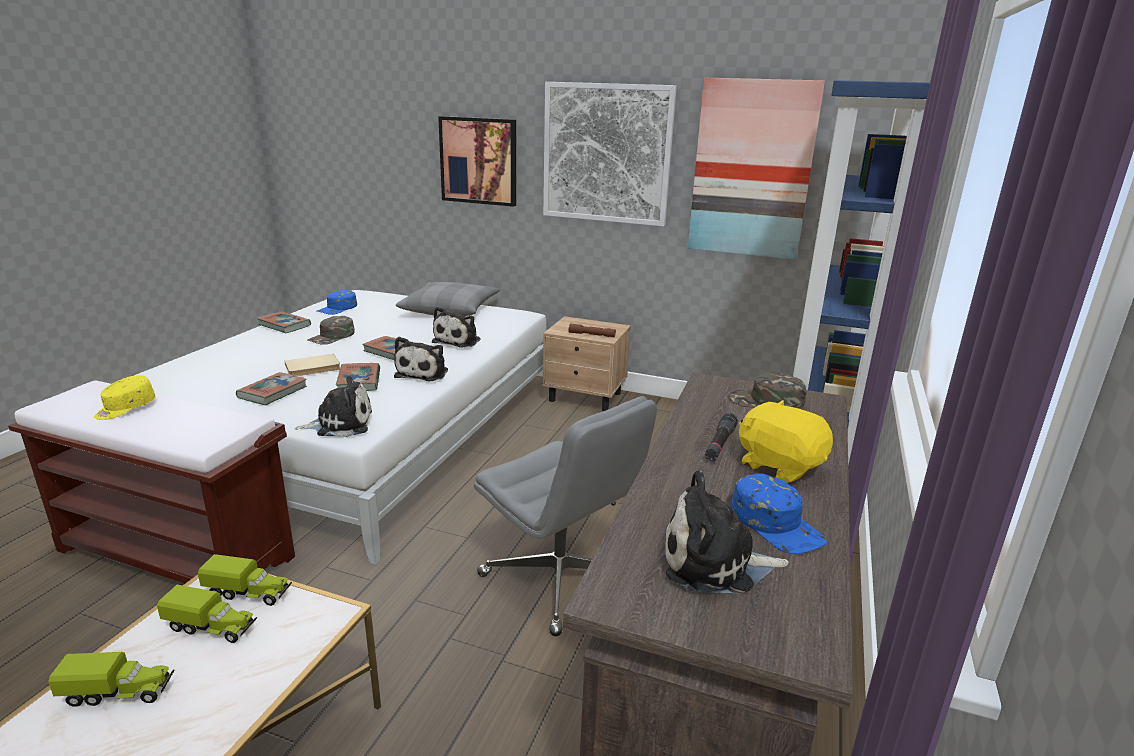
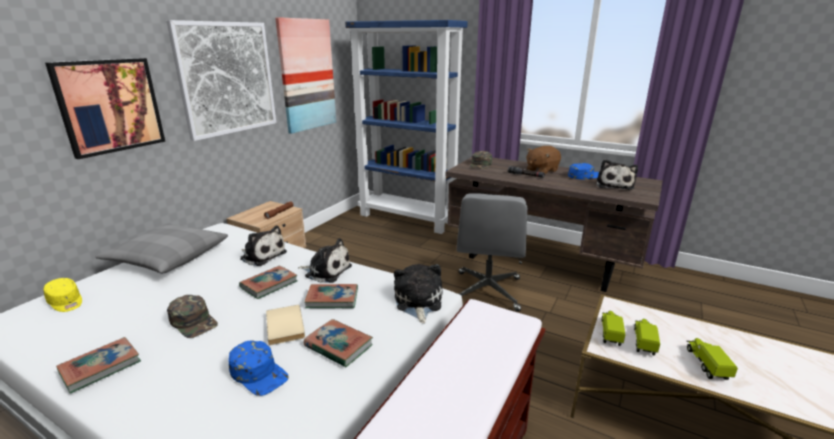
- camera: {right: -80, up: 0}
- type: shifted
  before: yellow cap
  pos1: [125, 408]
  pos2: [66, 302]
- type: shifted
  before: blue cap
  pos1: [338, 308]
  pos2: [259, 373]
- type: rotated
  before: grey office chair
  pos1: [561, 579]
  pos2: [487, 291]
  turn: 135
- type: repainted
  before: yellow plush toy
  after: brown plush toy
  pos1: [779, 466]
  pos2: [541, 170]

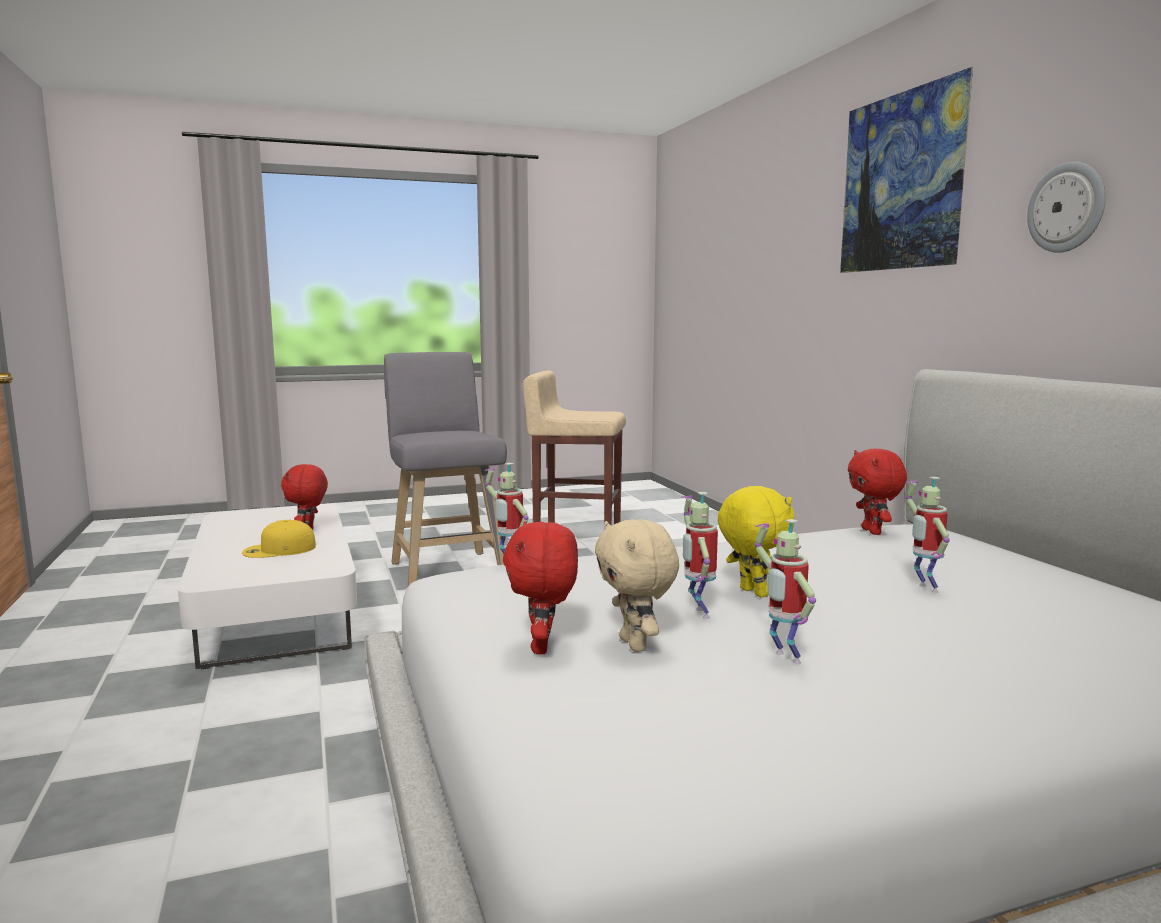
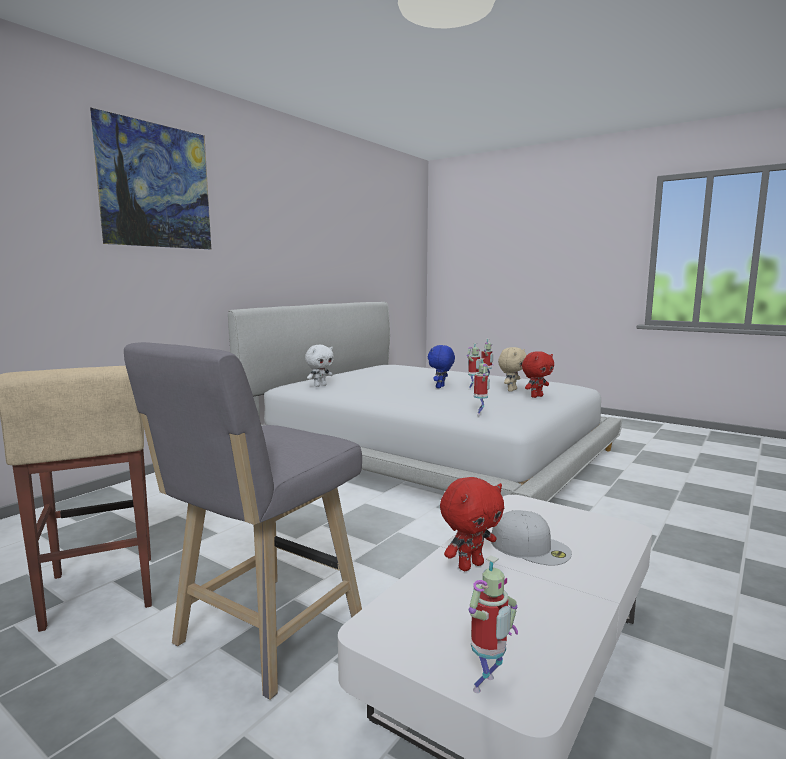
- camera: {right: -125, up: 0}
- type: repainted
  before: red plush toy
  after: white plush toy
  pos1: [873, 531]
  pos2: [320, 385]
- type: repainted
  before: yellow plush toy
  after: blue plush toy
  pos1: [751, 593]
  pos2: [441, 387]
- type: shifted
  before: toy robot
  pos1: [924, 588]
  pos2: [487, 686]
- type: repainted
  before: yellow cap
  after: white cap
  pos1: [278, 549]
  pos2: [531, 547]
- type: gone
  before: wall clock
  pos1: [1067, 207]

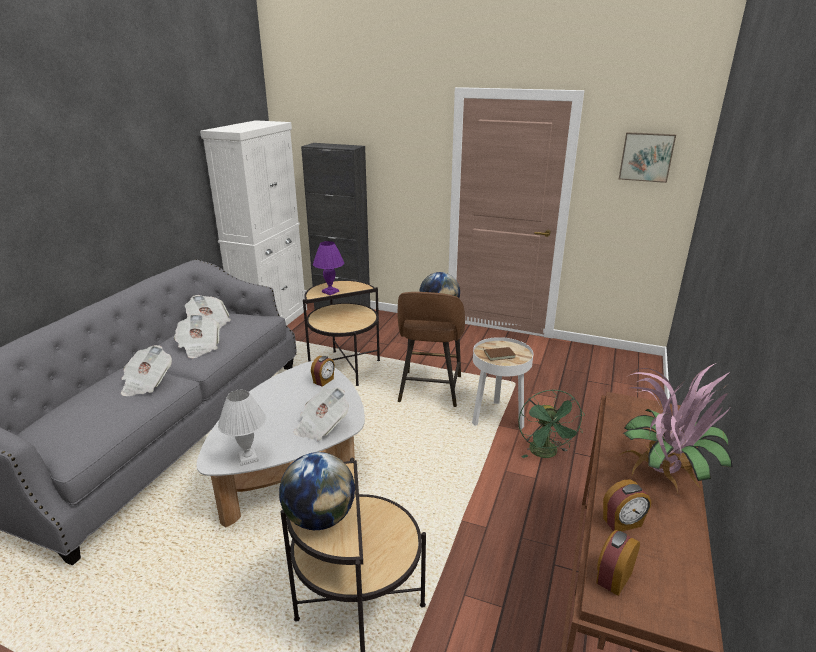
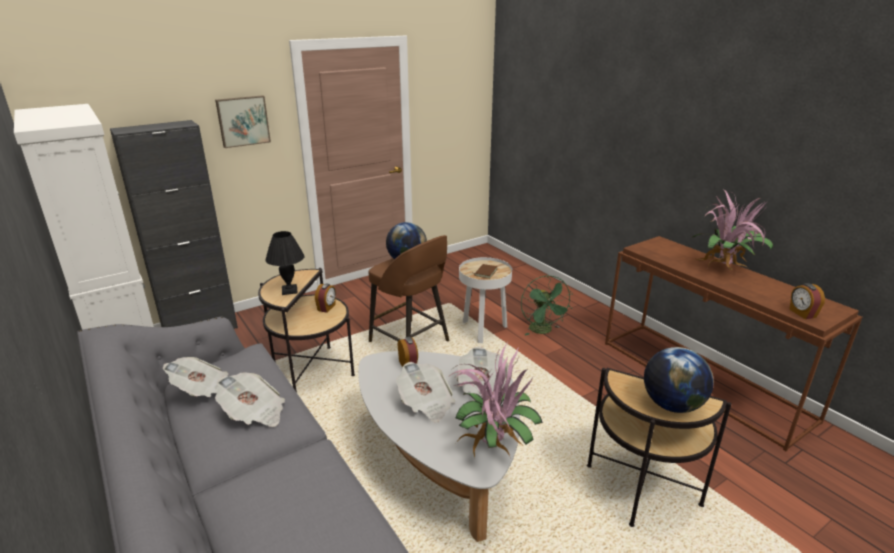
- camera: {right: -55, up: 0}
- type: shifted
  before: picture
  pos1: [646, 157]
  pos2: [243, 121]
- type: repainted
  before: purple table lamp
  after: black table lamp
  pos1: [330, 291]
  pos2: [289, 291]
- type: shifted
  before: alarm clock
  pos1: [622, 523]
  pos2: [327, 308]
- type: shifted
  before: newspaper
  pos1: [146, 383]
  pos2: [426, 404]
- type: swapped
  before: white table lamp
  after: potted plant
  pos1: [247, 457]
  pos2: [493, 447]
- type: rotated
  before: green fan
  pos1: [546, 454]
  pos2: [543, 331]
  turn: 45

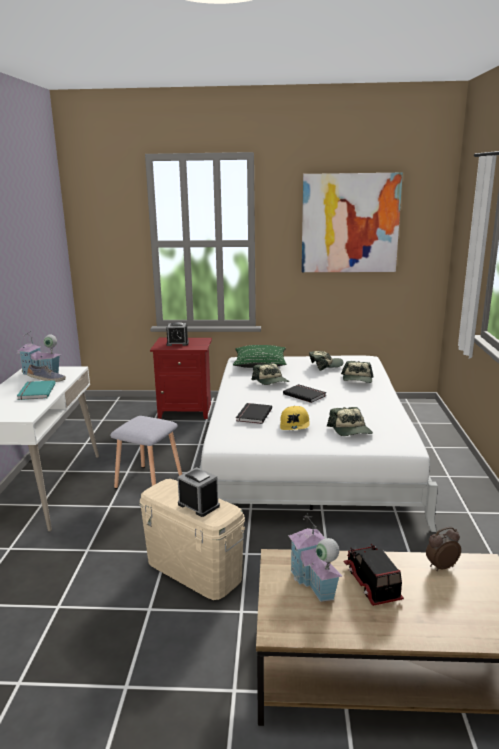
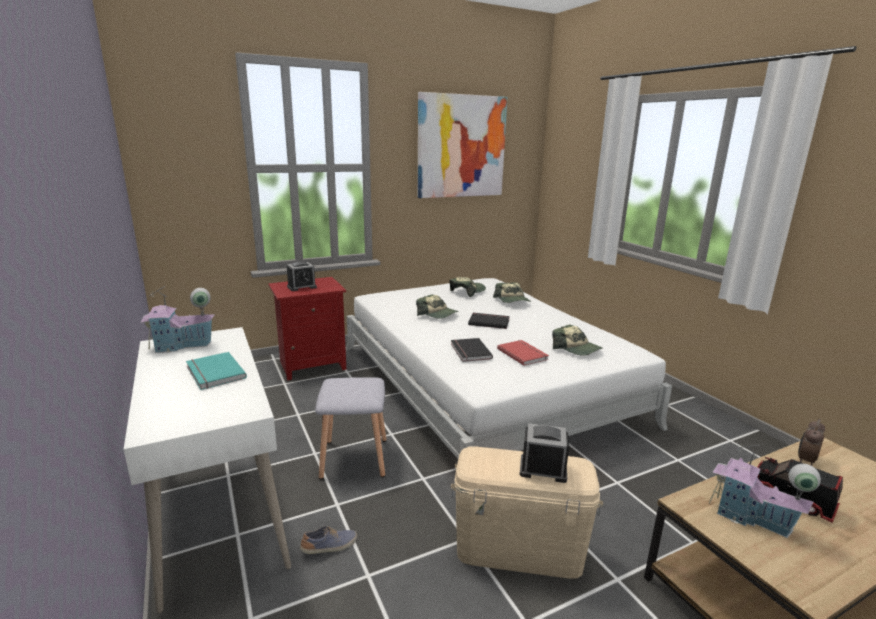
- camera: {right: -30, up: 0}
- type: shifted
  before: shoe
  pos1: [46, 380]
  pos2: [330, 547]
- type: swapped
  before: yellow cap
  after: red book
  pos1: [295, 425]
  pos2: [523, 354]
- type: gone
  before: green pillow
  pos1: [260, 363]

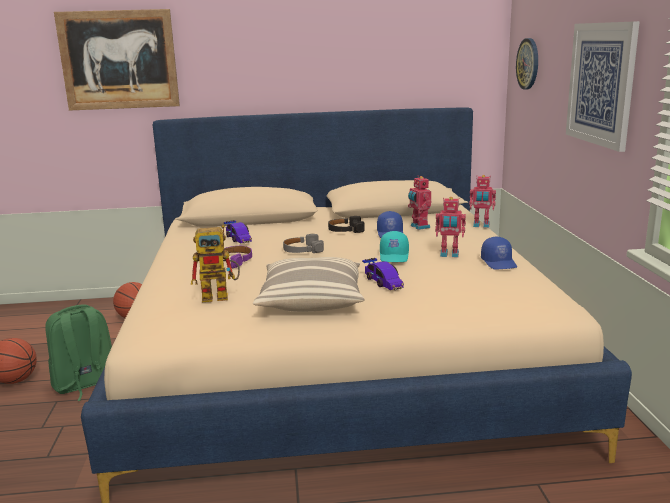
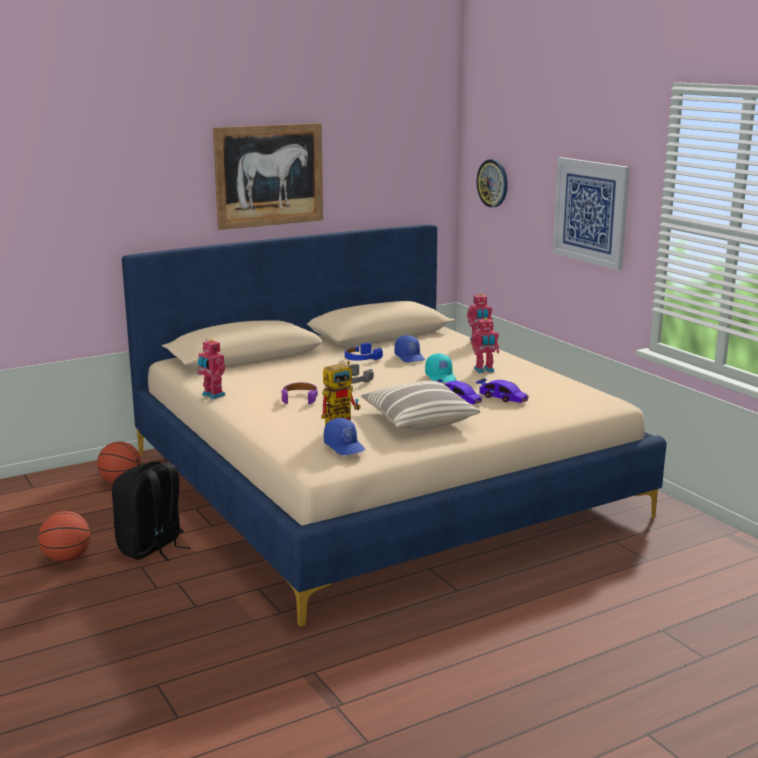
- camera: {right: -25, up: 0}
- type: repainted
  before: green backpack
  after: black backpack
  pos1: [85, 384]
  pos2: [152, 548]
- type: shifted
  before: toy robot
  pos1: [419, 227]
  pos2: [212, 395]
- type: shifted
  before: picture
  pos1: [119, 60]
  pos2: [269, 175]
- type: shifted
  before: blue cap
  pos1: [499, 263]
  pos2: [345, 446]
- type: repainted
  before: black headphones
  after: blue headphones
  pos1: [345, 230]
  pos2: [361, 358]
- type: shifted
  before: toy car
  pos1: [238, 238]
  pos2: [502, 398]

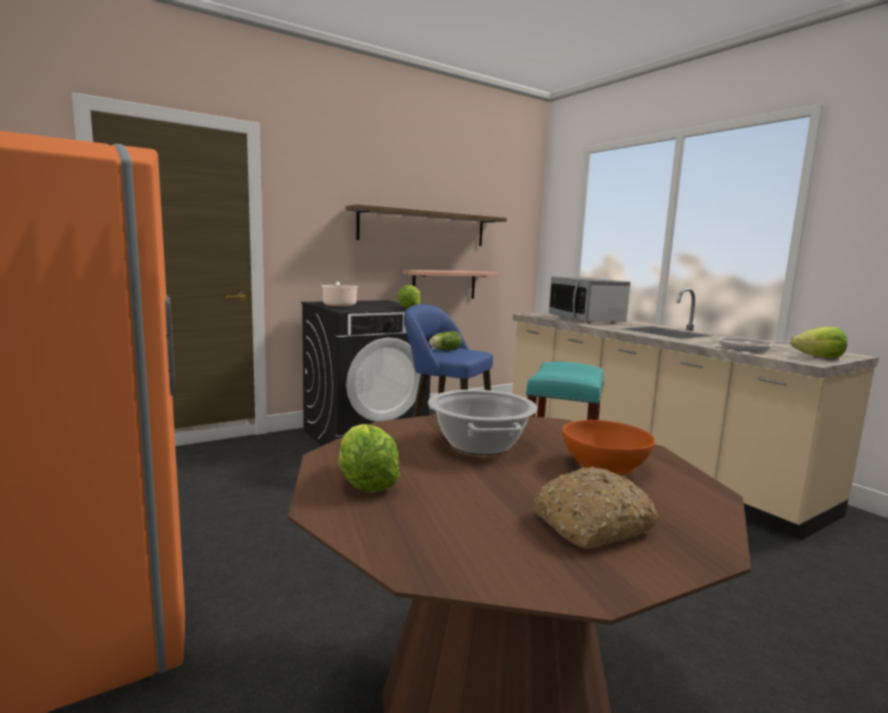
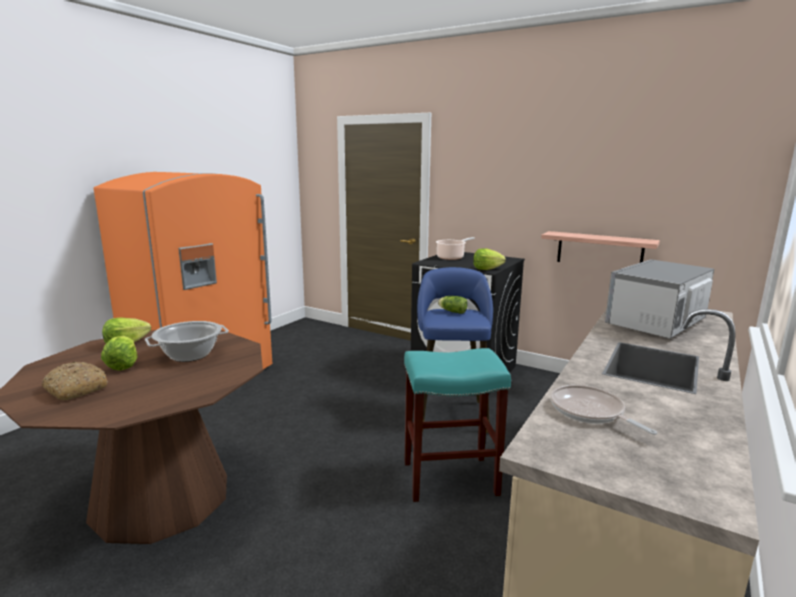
- camera: {right: 65, up: 5}
- type: shifted
  before: lettuce
  pos1: [819, 357]
  pos2: [123, 365]
- type: gone
  before: shelf
  pos1: [423, 228]
- type: gone
  before: orange bowl
  pos1: [604, 466]

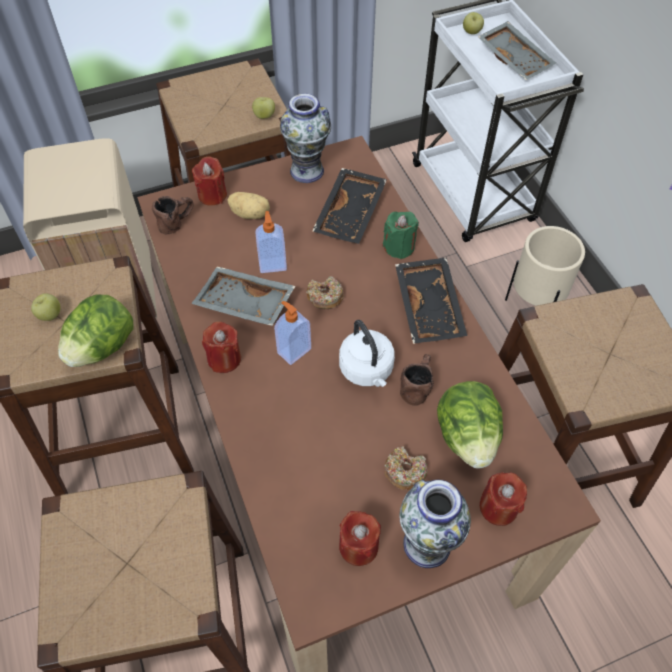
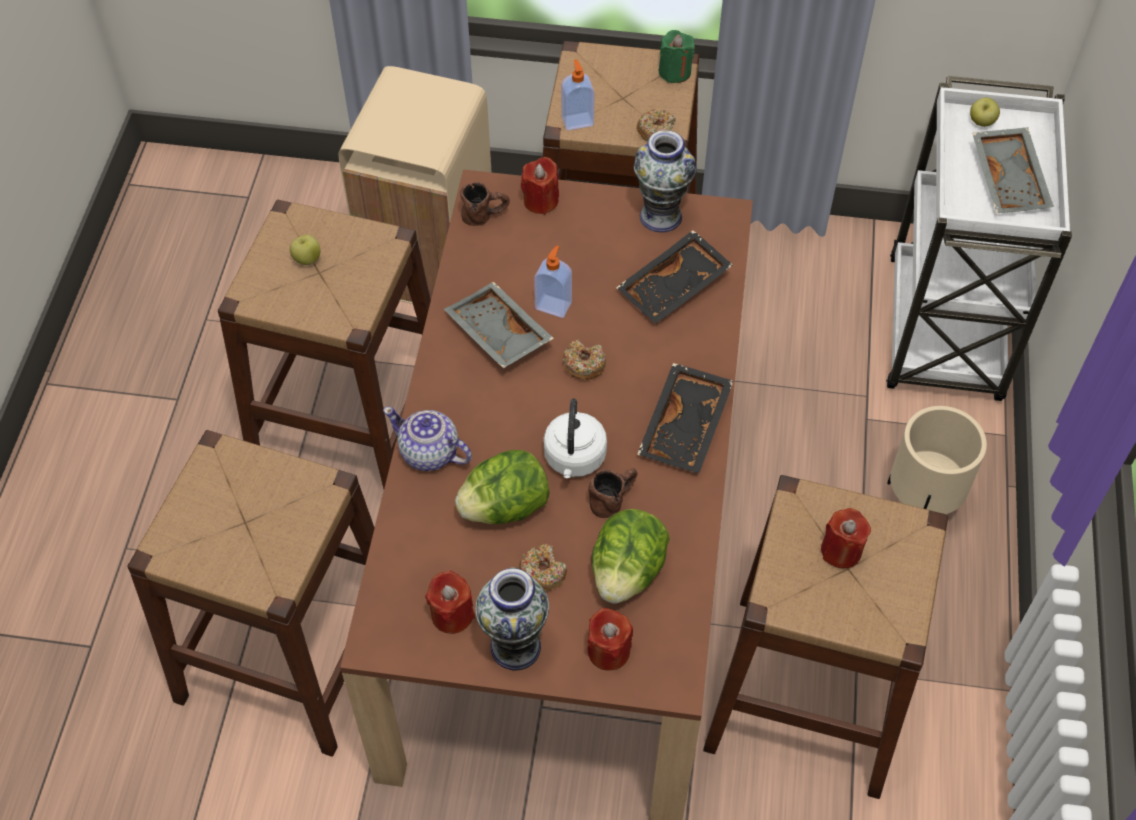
- camera: {right: 30, up: 0}
- type: new
  after: teapot
  pos2: [429, 453]
- type: shifted
  before: lettuce
  pos1: [102, 347]
  pos2: [505, 507]
- type: shifted
  before: soap dispenser
  pos1: [293, 350]
  pos2: [577, 120]
- type: swapped
  before: apple
  after: donut
  pos1: [264, 116]
  pos2: [656, 131]
- type: shifted
  before: green candle
  pos1: [399, 247]
  pos2: [674, 72]
- type: shifted
  before: red candle
  pos1: [224, 359]
  pos2: [841, 550]
- type: gone
  before: potato
  pos1: [250, 214]

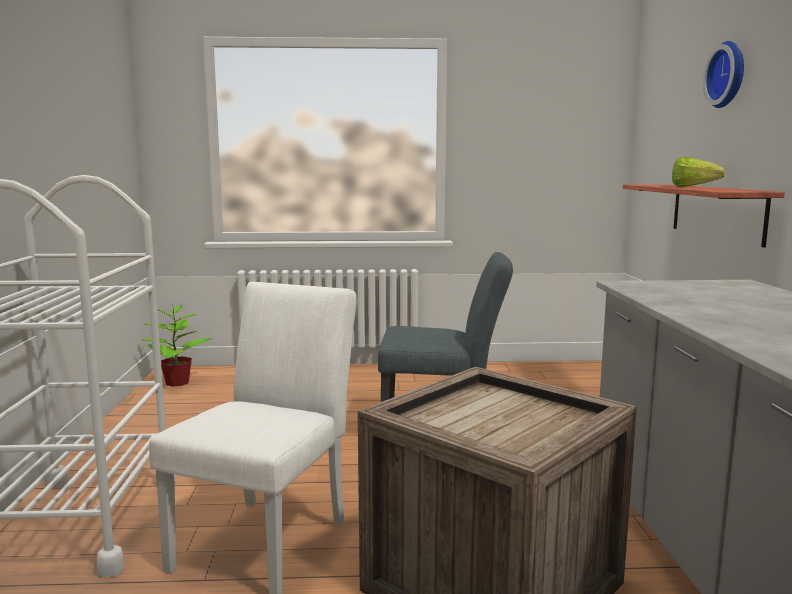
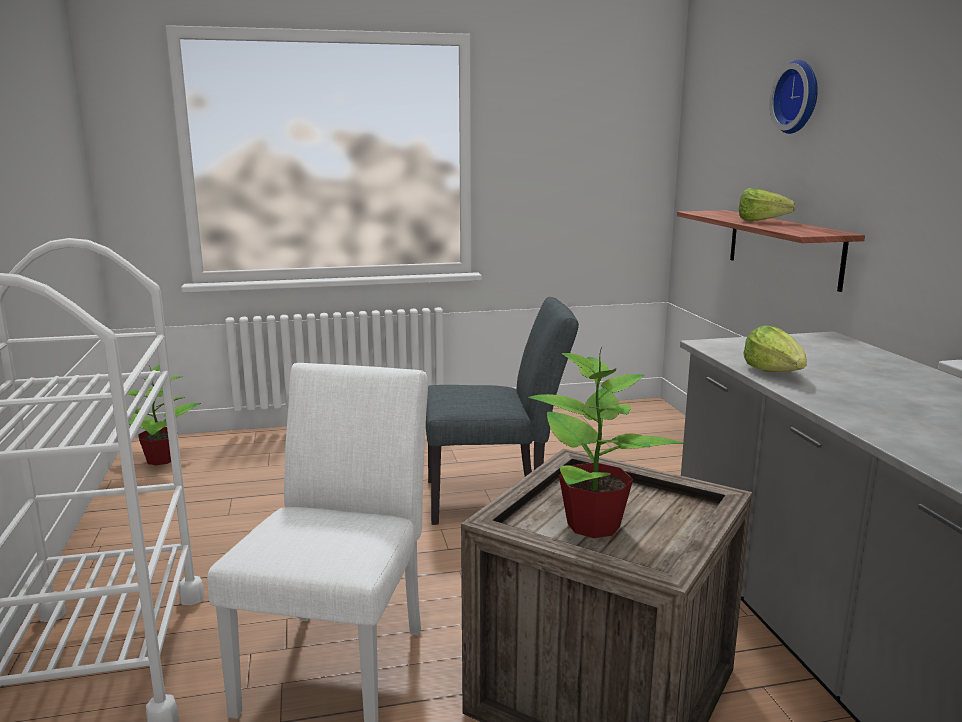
- camera: {right: -10, up: 5}
- type: new
  after: potted plant
  pos2: [594, 526]
- type: new
  after: lettuce
  pos2: [774, 372]

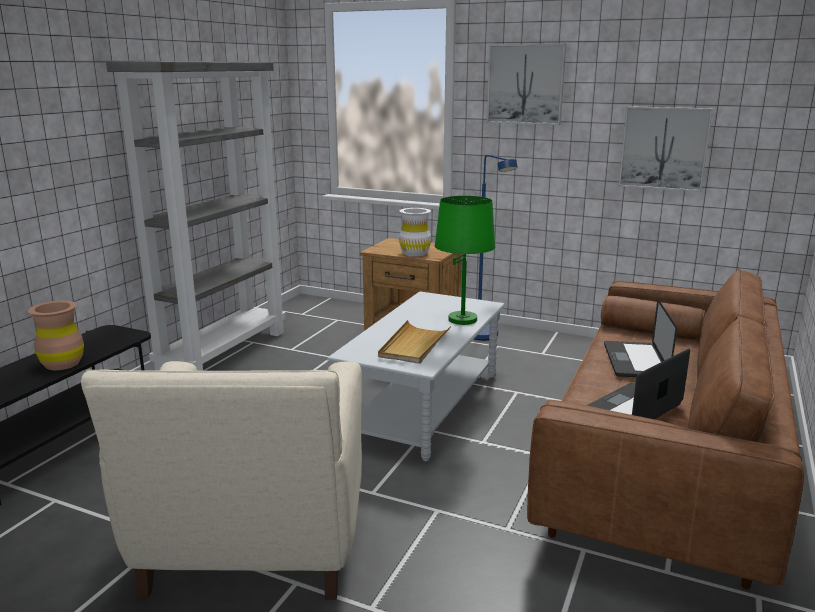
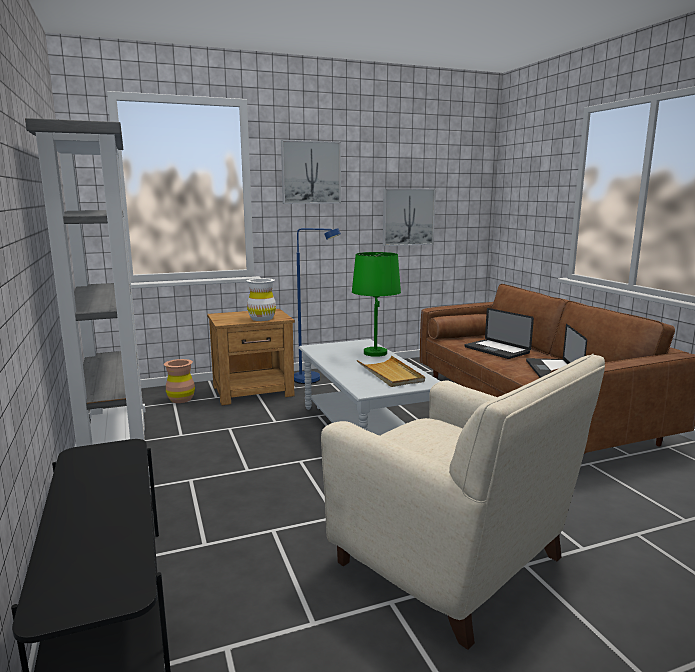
- camera: {right: -45, up: -5}
- type: shifted
  before: brown vase
  pos1: [62, 364]
  pos2: [181, 399]

